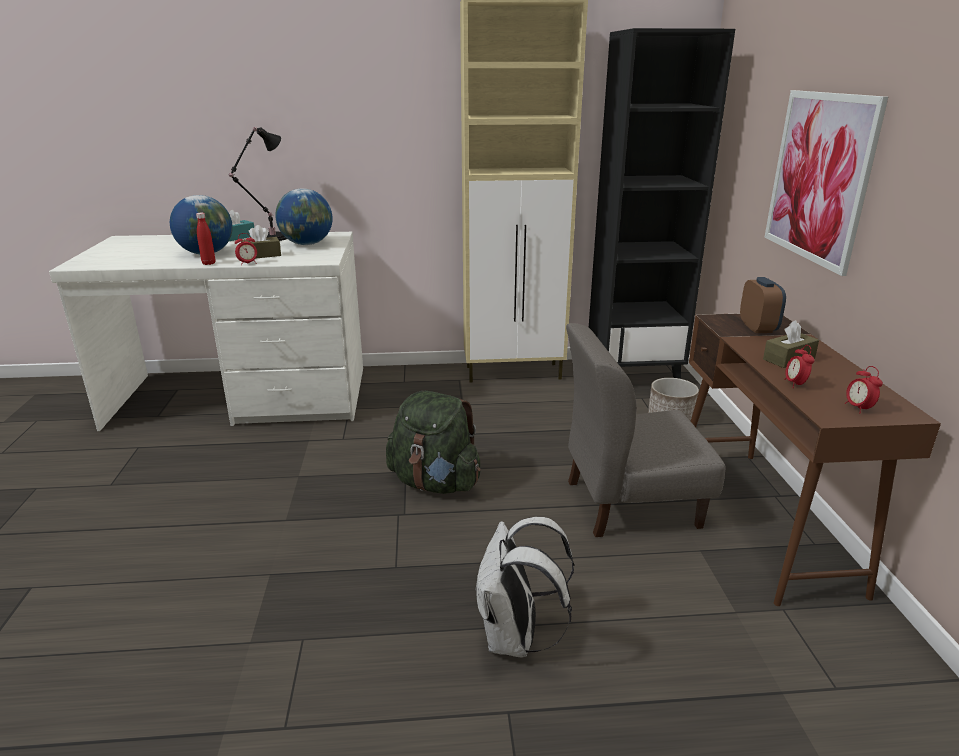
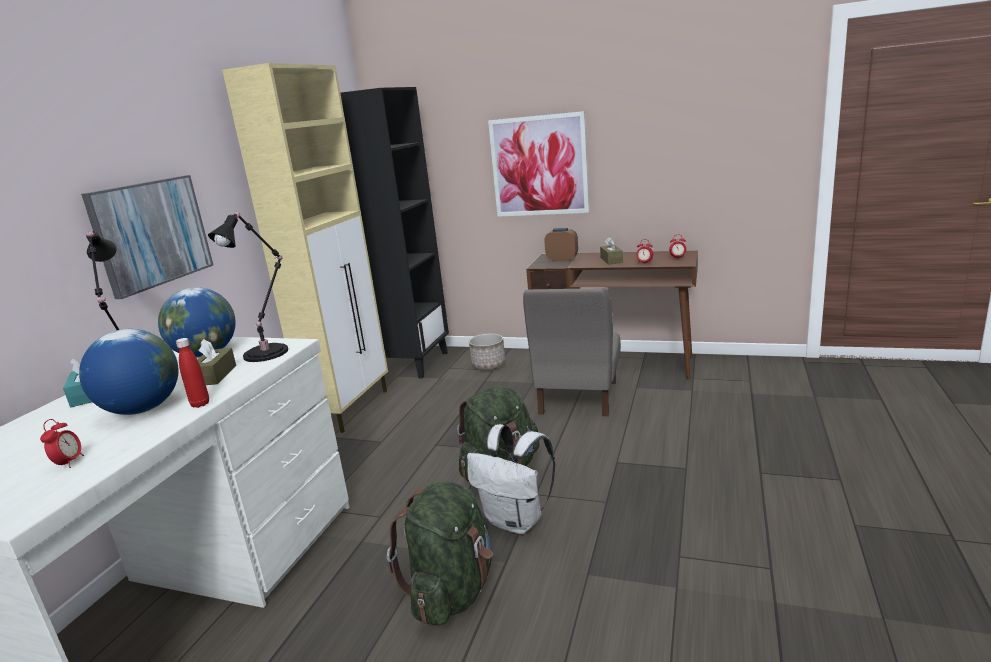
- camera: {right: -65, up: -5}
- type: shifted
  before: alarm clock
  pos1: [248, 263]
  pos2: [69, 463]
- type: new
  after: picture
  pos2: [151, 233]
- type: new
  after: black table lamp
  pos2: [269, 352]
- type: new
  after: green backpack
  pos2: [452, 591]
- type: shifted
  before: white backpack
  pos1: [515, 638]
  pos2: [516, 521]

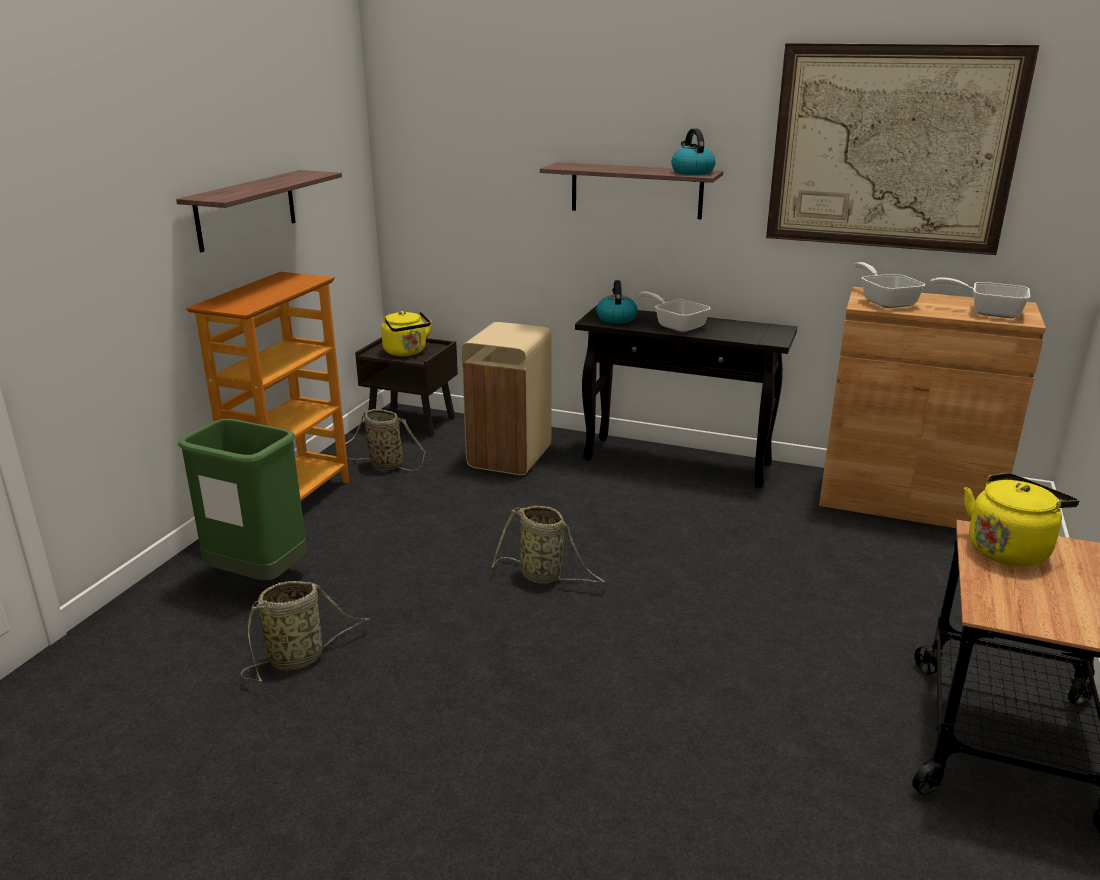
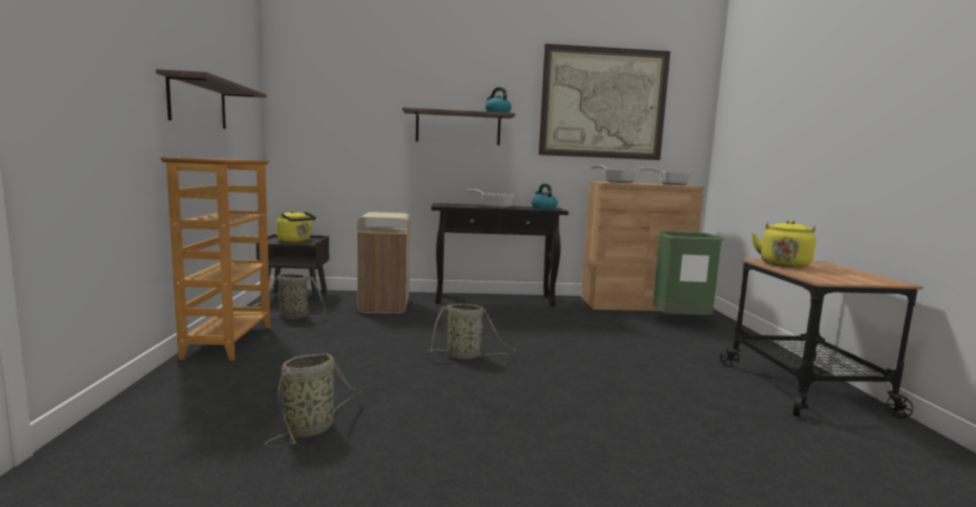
- camera: {right: -25, up: -15}
- type: shifted
  before: kettle
  pos1: [616, 318]
  pos2: [543, 208]
- type: shifted
  before: green trash can
  pos1: [258, 577]
  pos2: [680, 322]

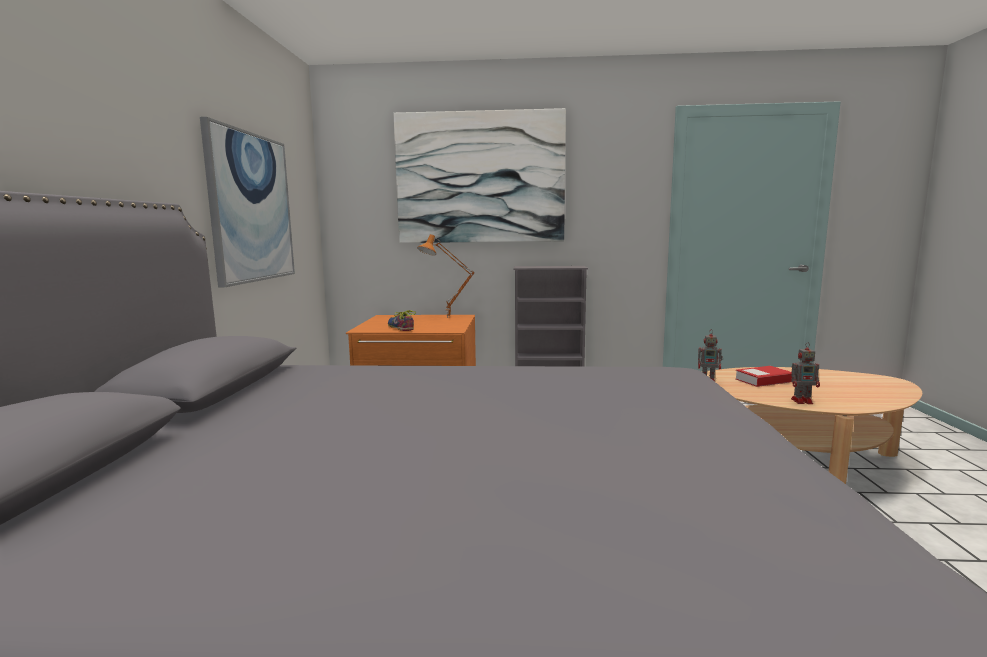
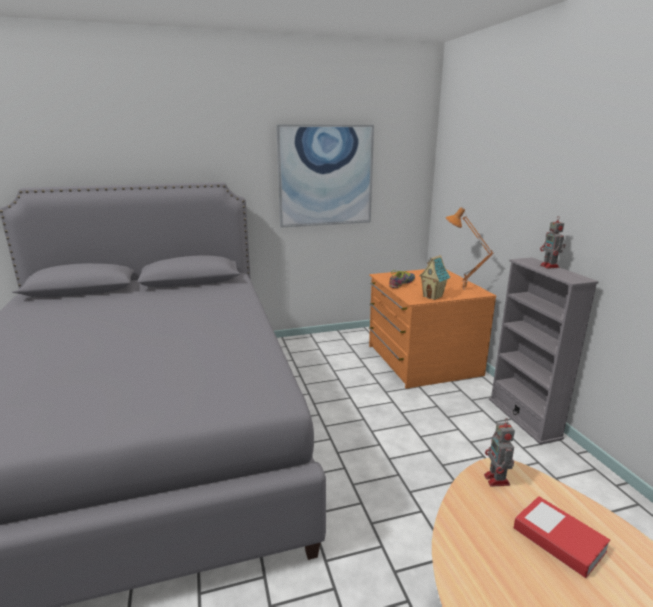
- camera: {right: 70, up: 10}
- type: new
  after: toy house
  pos2: [433, 296]
- type: shifted
  before: toy robot
  pos1: [802, 401]
  pos2: [550, 266]
- type: gone
  before: picture
  pos1: [480, 178]

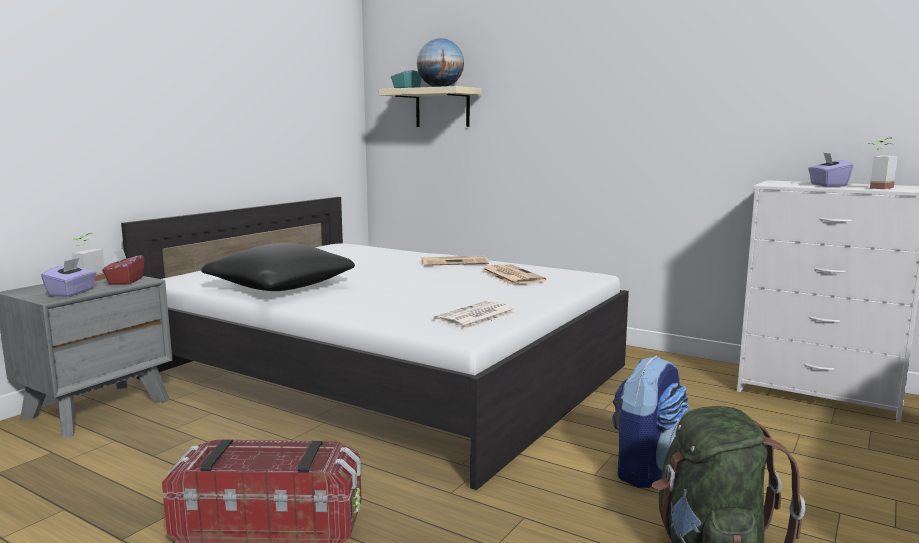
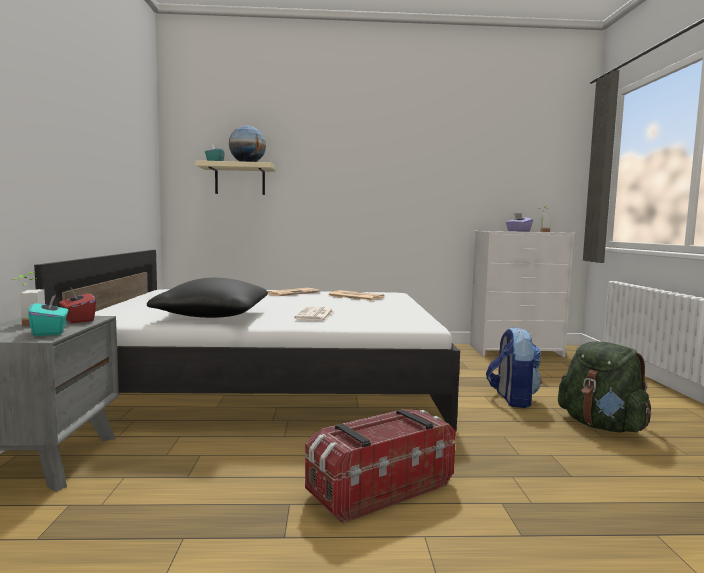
- camera: {right: -35, up: -5}
- type: repainted
  before: purple tissue box
  after: turquoise tissue box
  pos1: [72, 293]
  pos2: [50, 332]
- type: shifted
  before: newspaper
  pos1: [475, 316]
  pos2: [316, 315]

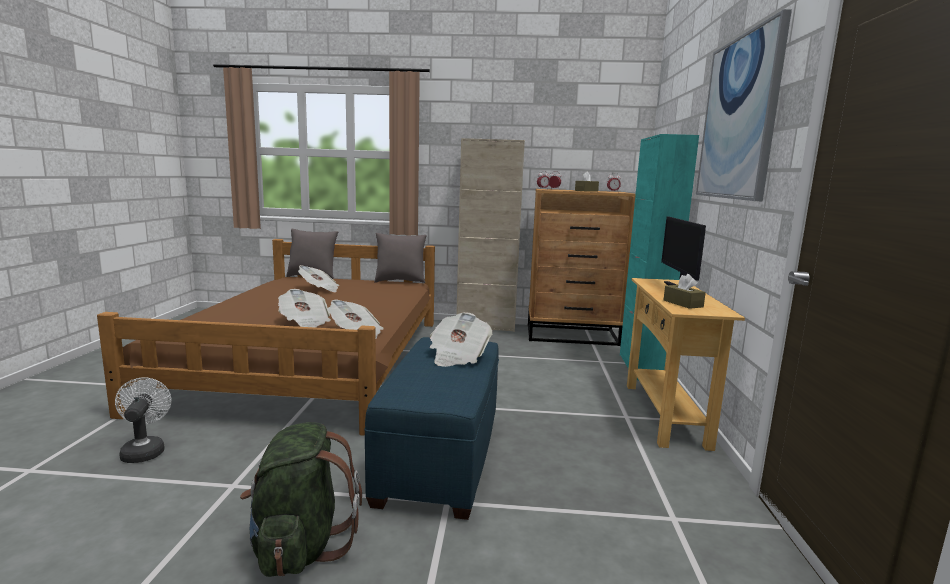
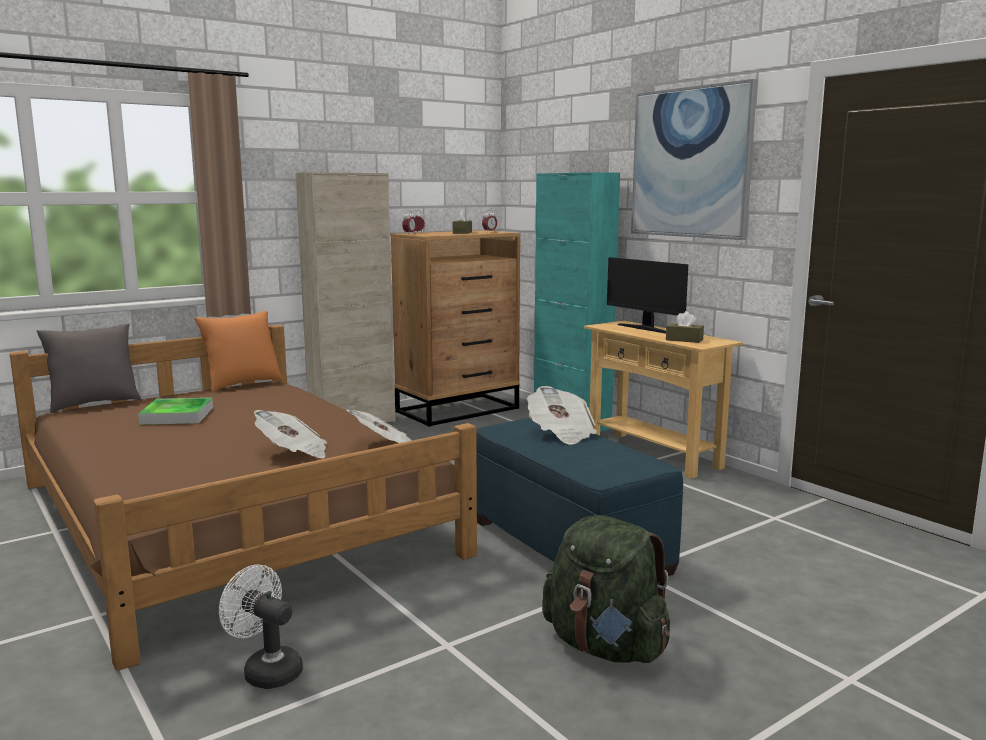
- camera: {right: -40, up: 0}
- type: swapped
  before: newspaper
  after: tray
  pos1: [319, 289]
  pos2: [177, 416]
- type: repainted
  before: grey pillow
  after: orange pillow
  pos1: [400, 281]
  pos2: [242, 384]

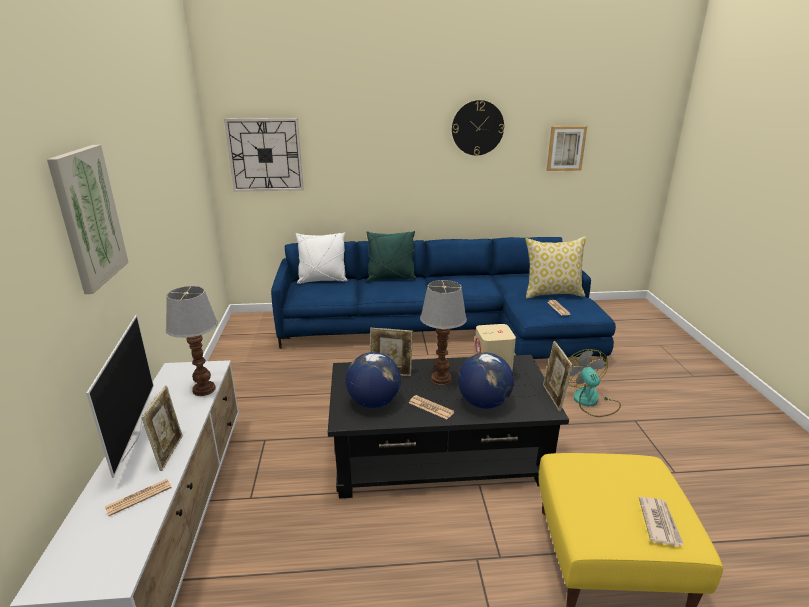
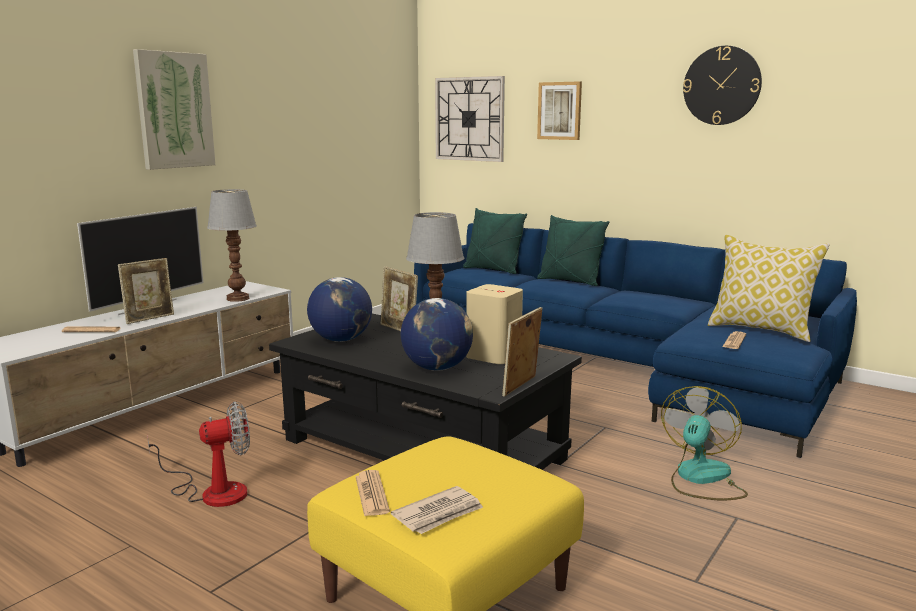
- camera: {right: 40, up: -10}
- type: new
  after: fan
  pos2: [212, 491]
- type: shifted
  before: newspaper
  pos1: [431, 407]
  pos2: [371, 494]
- type: repainted
  before: white pillow
  after: green pillow
  pos1: [322, 280]
  pos2: [493, 270]
- type: shifted
  before: picture
  pos1: [565, 148]
  pos2: [560, 111]

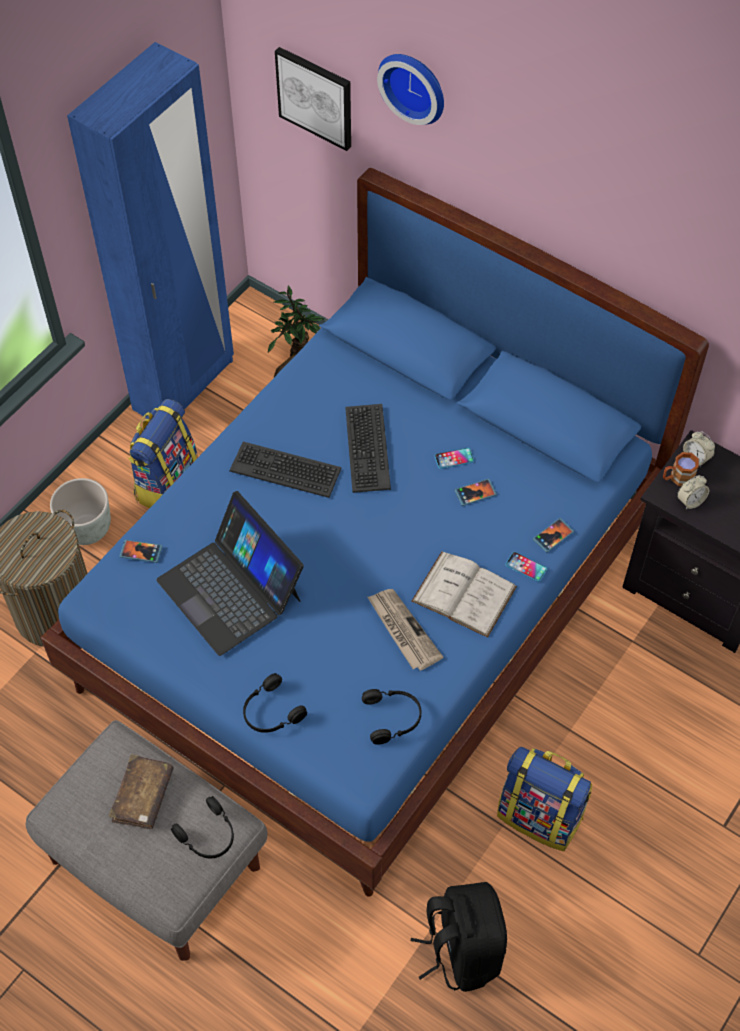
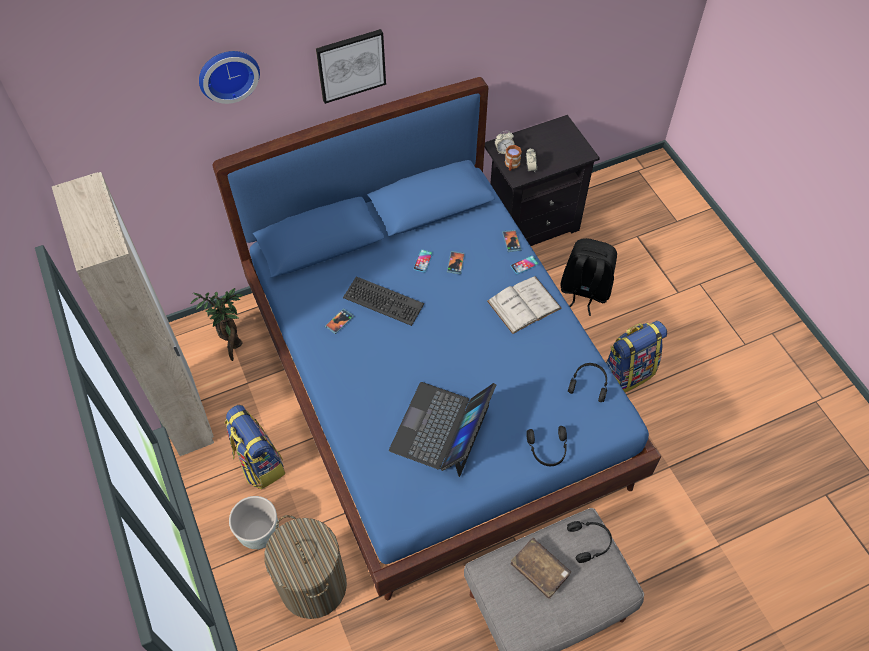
- camera: {right: -60, up: 0}
- type: repainted
  before: blue wardrobe
  after: beige wardrobe
  pos1: [184, 386]
  pos2: [186, 413]
- type: shifted
  before: picture
  pos1: [315, 97]
  pos2: [351, 65]
- type: shifted
  before: phone
  pos1: [141, 552]
  pos2: [339, 321]
- type: rotated
  before: laptop
  pos1: [230, 589]
  pos2: [441, 429]
  turn: 120
- type: shifted
  before: black backpack
  pos1: [461, 949]
  pos2: [584, 291]
- type: gone
  before: keyboard
  pos1: [285, 469]
- type: gone
  before: newspaper
  pos1: [402, 630]

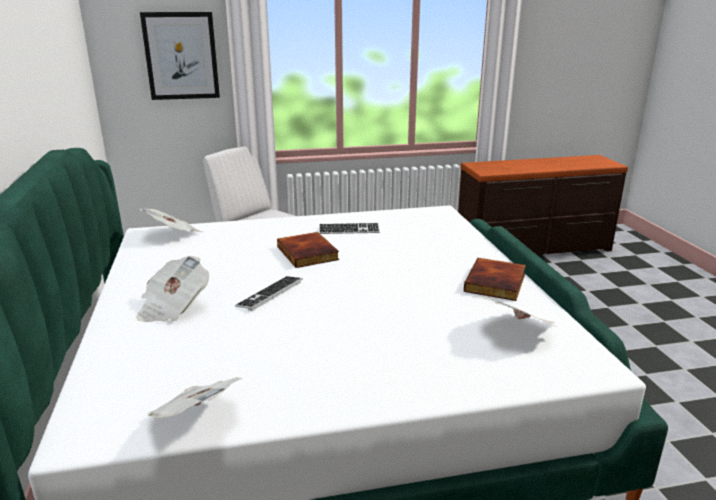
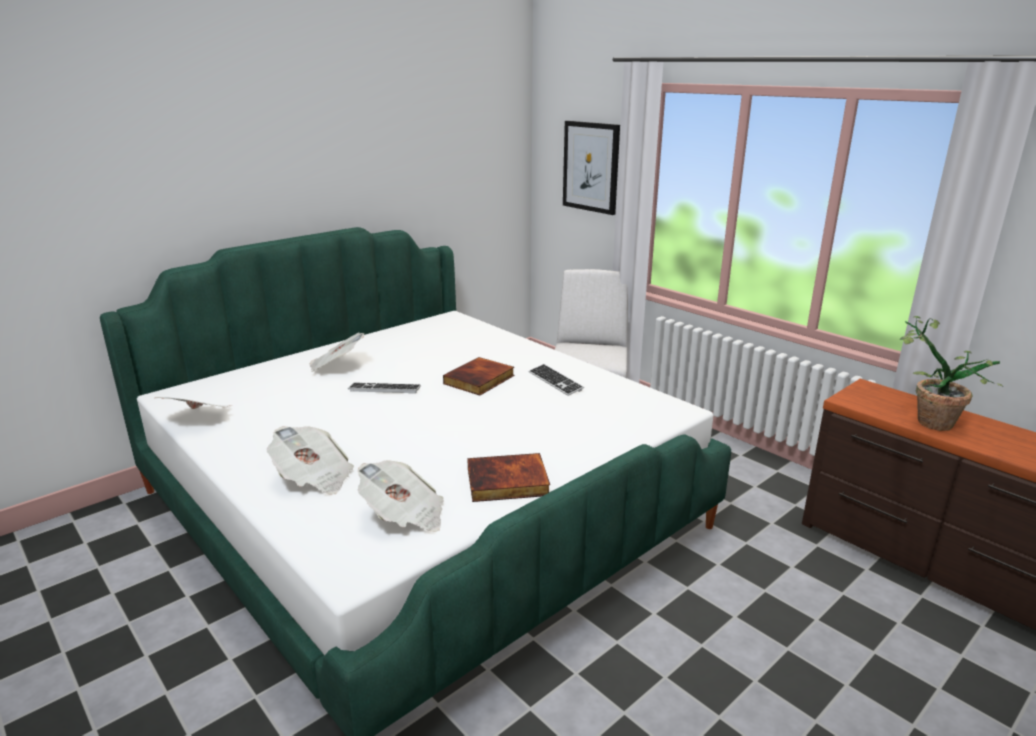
- camera: {right: 60, up: 0}
- type: shifted
  before: newspaper
  pos1: [174, 234]
  pos2: [314, 478]
- type: new
  after: potted plant
  pos2: [925, 420]

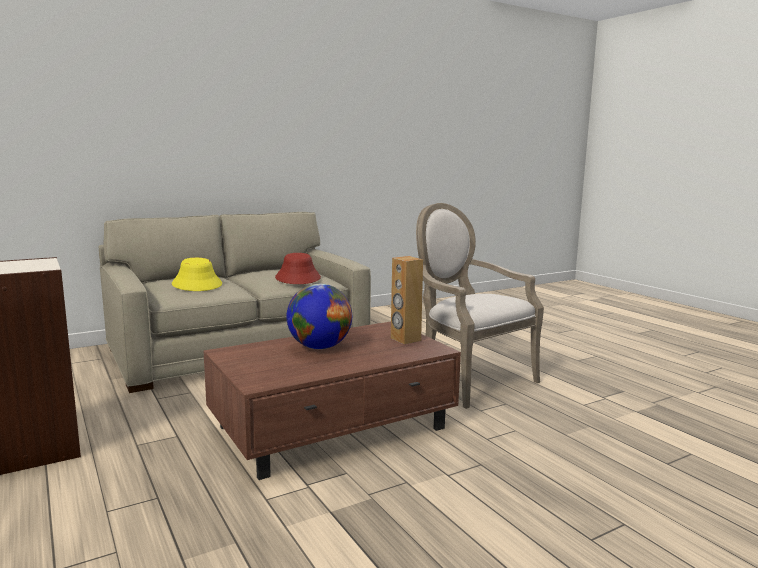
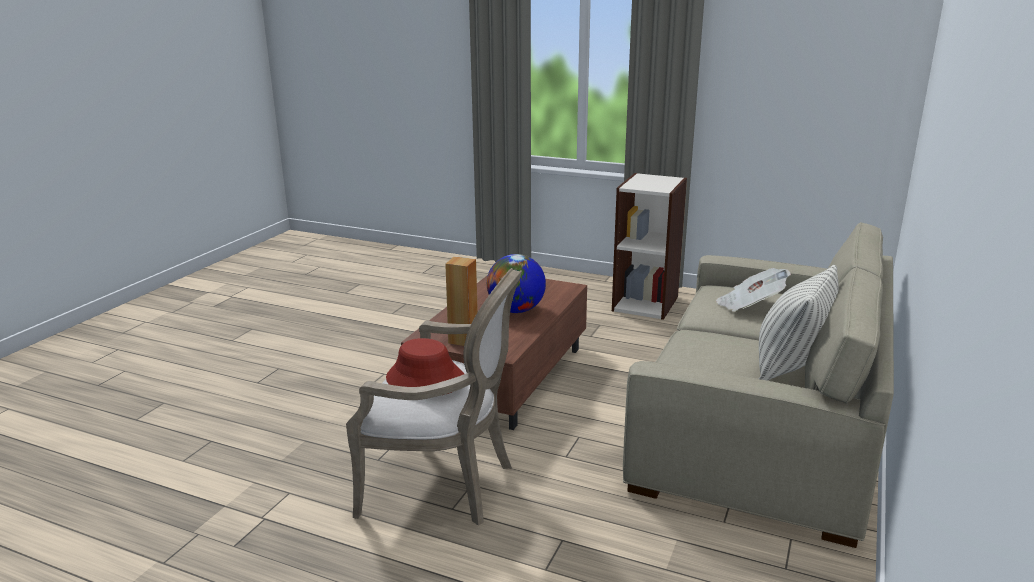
- camera: {right: 145, up: 10}
- type: shifted
  before: red hat
  pos1: [298, 278]
  pos2: [425, 379]
- type: swapped
  before: yellow hat
  after: newspaper
  pos1: [197, 284]
  pos2: [750, 306]
- type: new
  after: pillow
  pos2: [790, 366]

